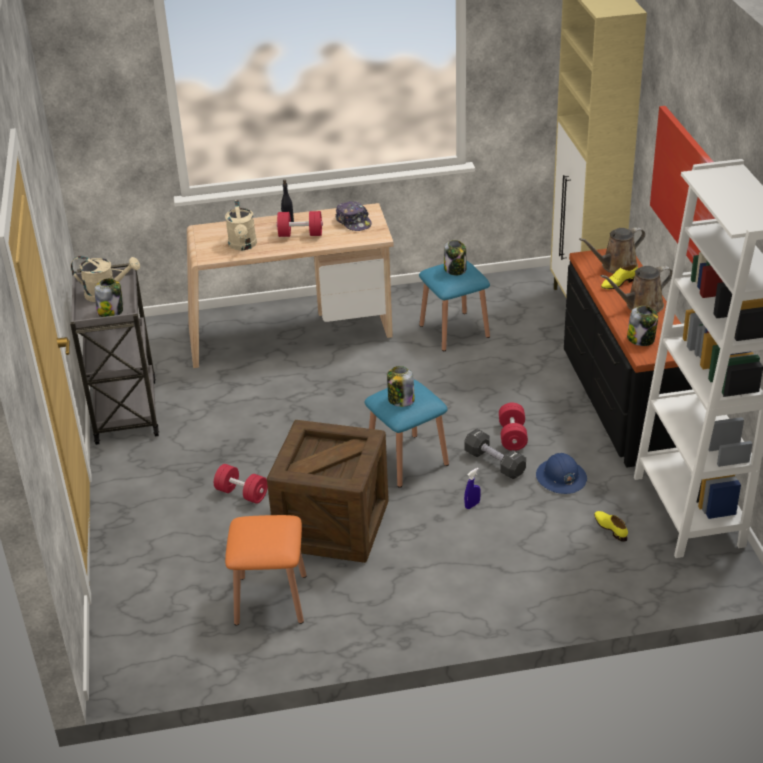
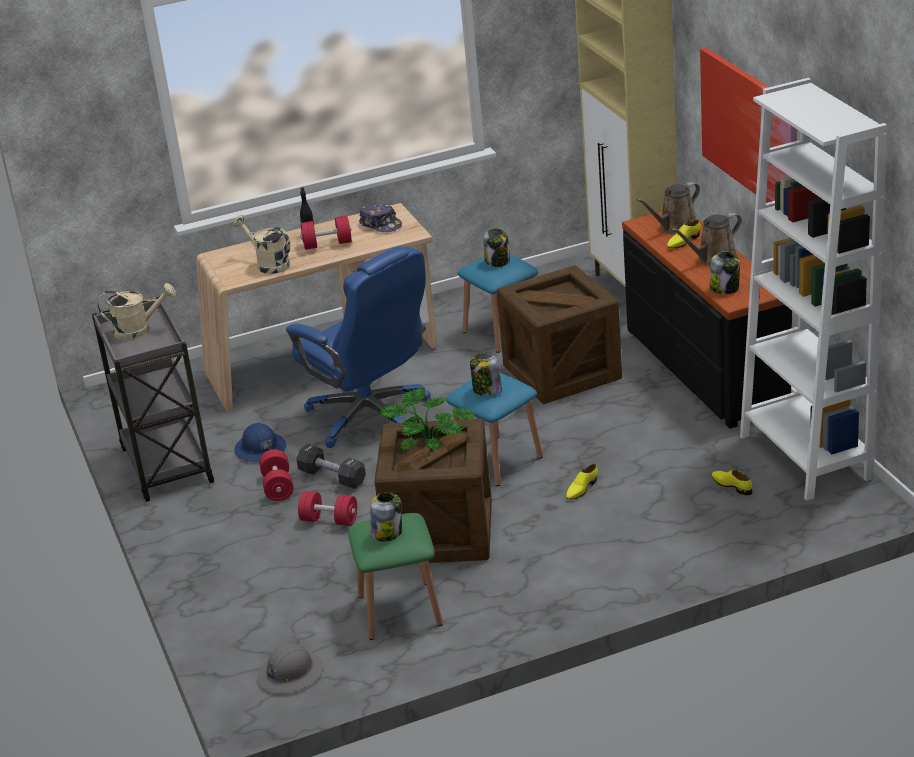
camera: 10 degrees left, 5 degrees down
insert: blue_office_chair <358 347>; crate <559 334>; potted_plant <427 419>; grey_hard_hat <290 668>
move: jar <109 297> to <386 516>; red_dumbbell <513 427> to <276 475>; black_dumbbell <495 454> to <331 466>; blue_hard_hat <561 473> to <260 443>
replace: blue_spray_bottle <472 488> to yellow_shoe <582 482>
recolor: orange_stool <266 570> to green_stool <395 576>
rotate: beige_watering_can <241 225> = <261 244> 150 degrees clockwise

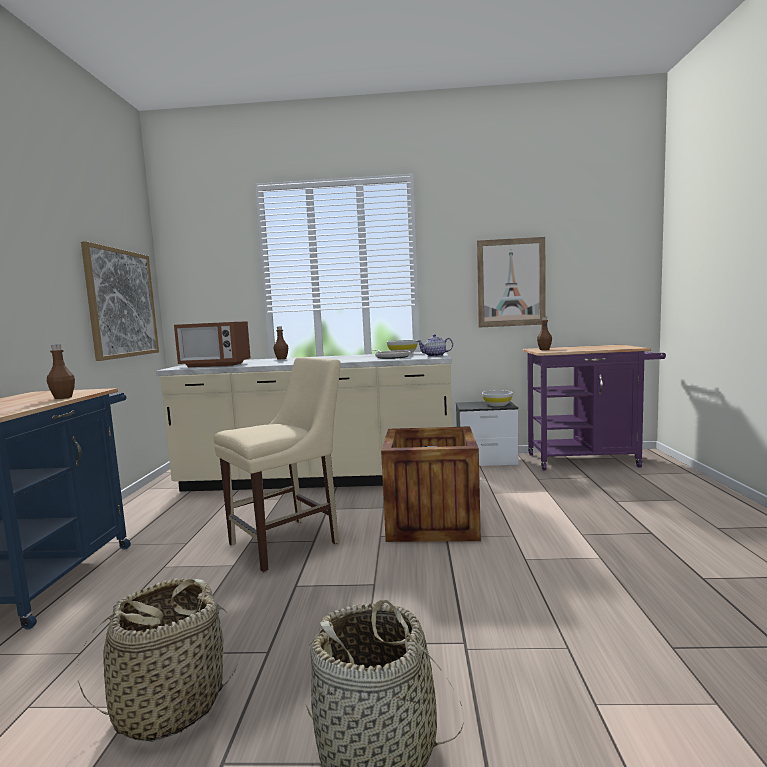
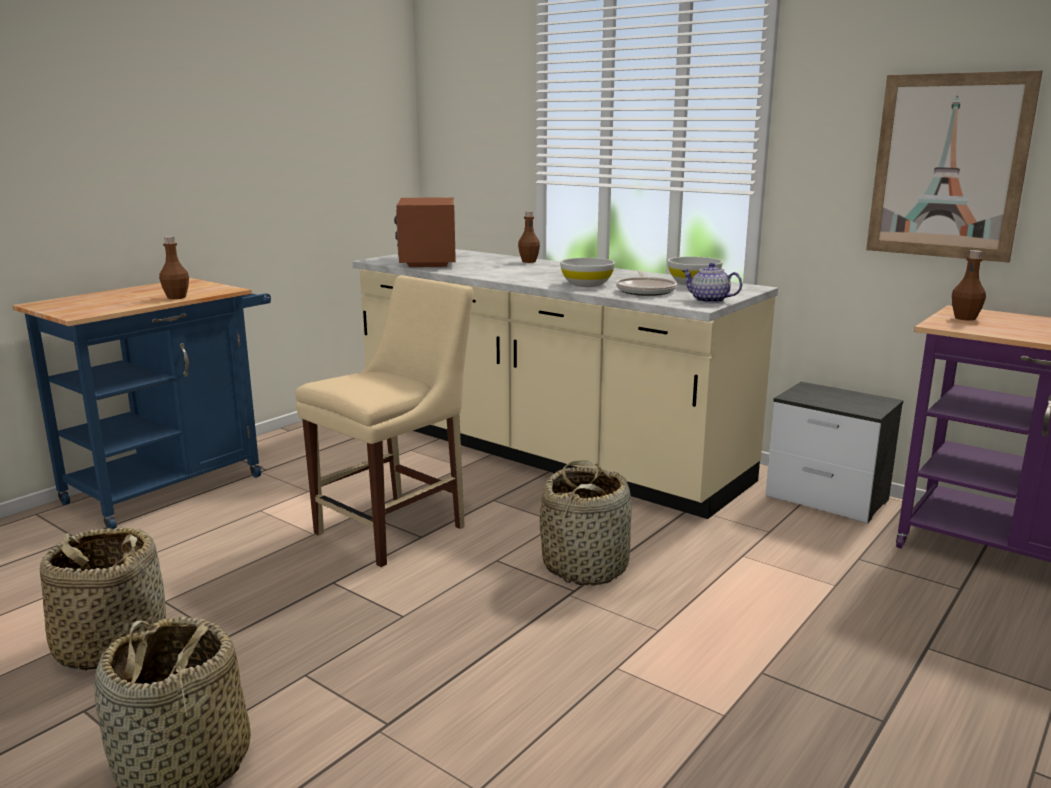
camera: 35 degrees right, 10 degrees up
delete: picture <120 301>
move: white_bowl <497 398> to <587 272>
replace: crate <431 484> to basket <586 523>
rotate: microwave <212 344> = <425 232> 45 degrees clockwise; beige_chair <277 464> = <385 421> 45 degrees counterclockwise

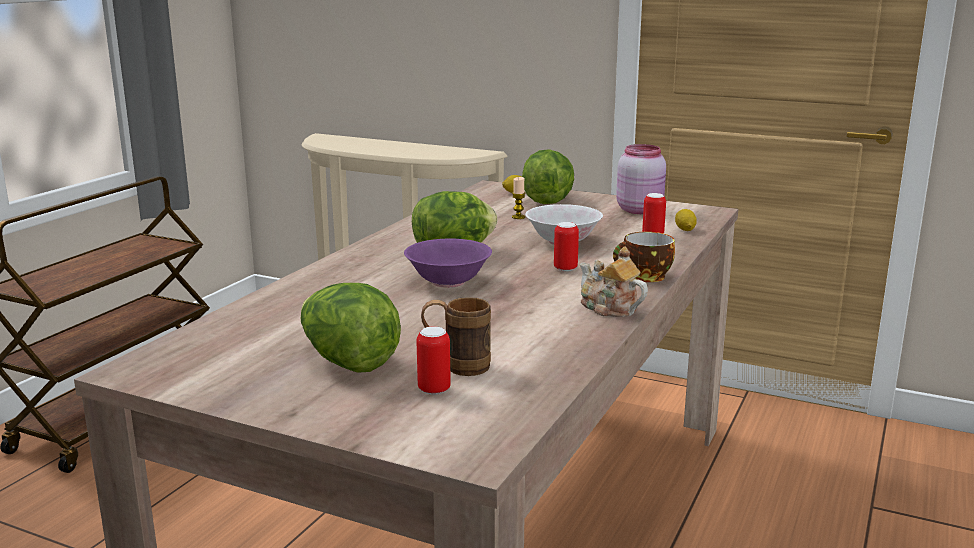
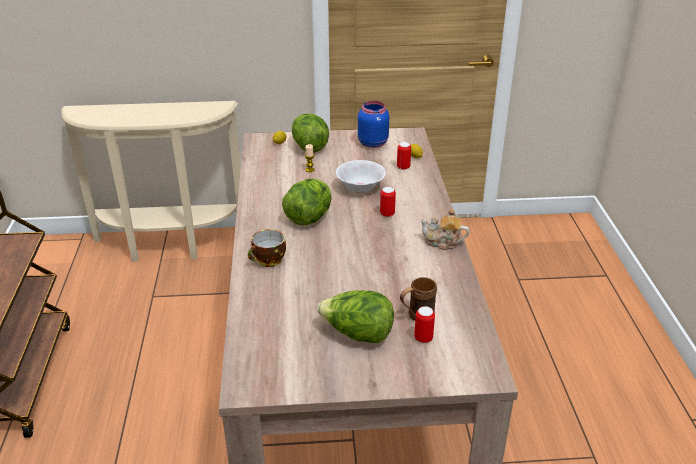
camera: 30 degrees left, 15 degrees up
delete: purple_bowl <448 263>
move: cup <644 257> to <267 248>
recolor: pink_jar <641 179> to blue_jar <373 124>

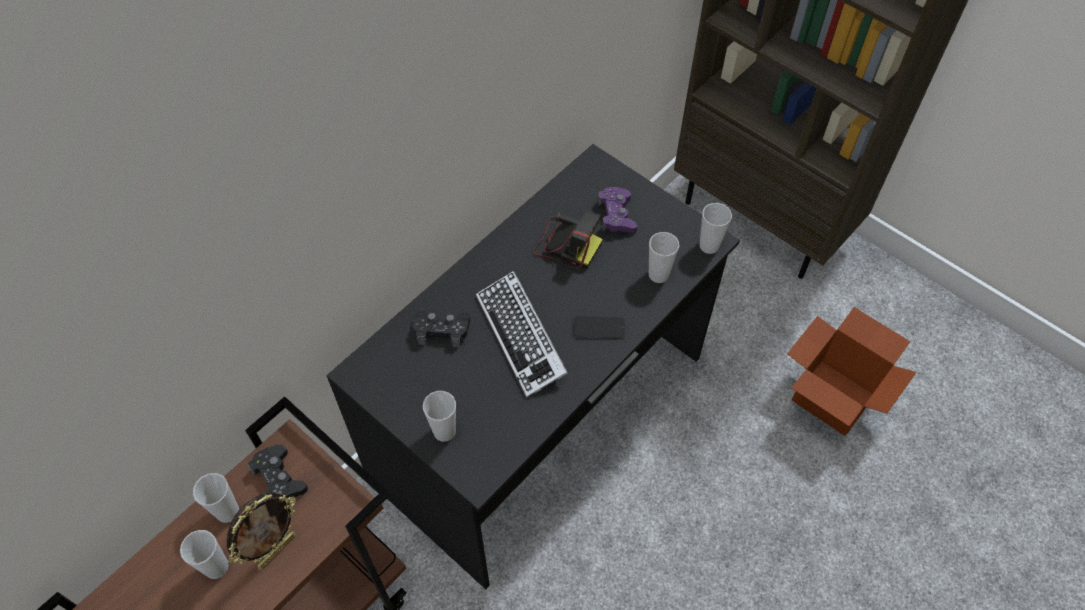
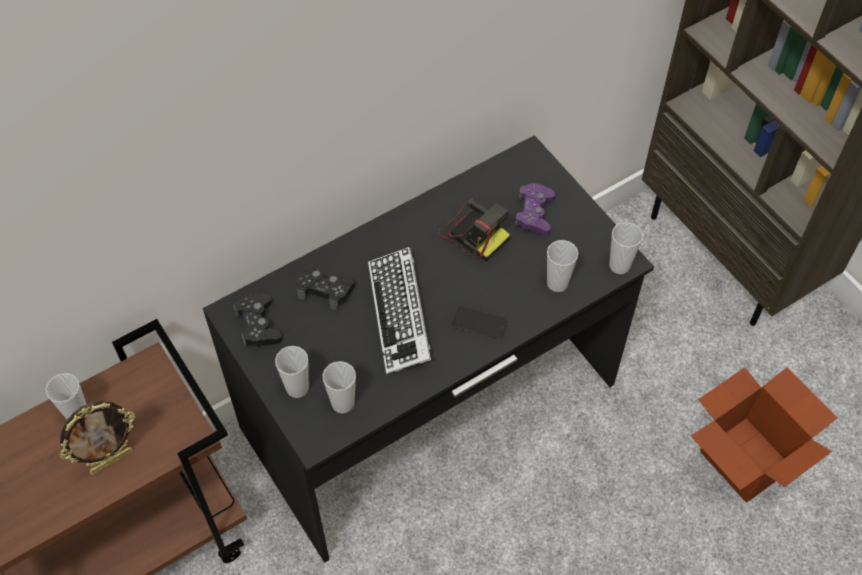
camera: 15 degrees right, 0 degrees up
move: black_game_controller <278 471> to <258 320>; cup <204 554> to <339 387>

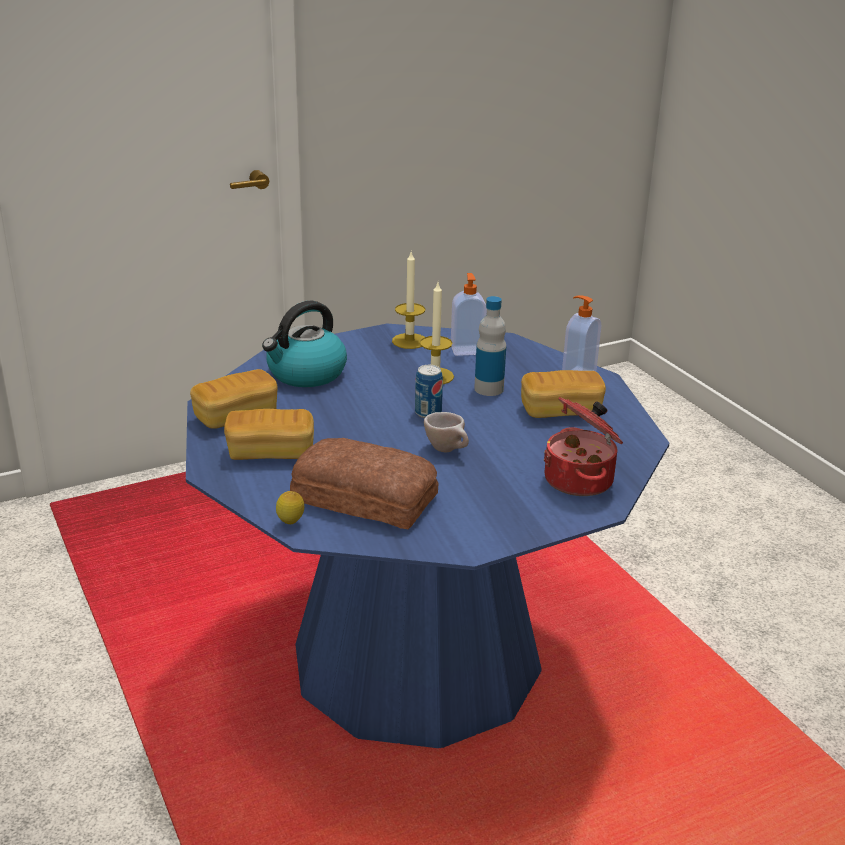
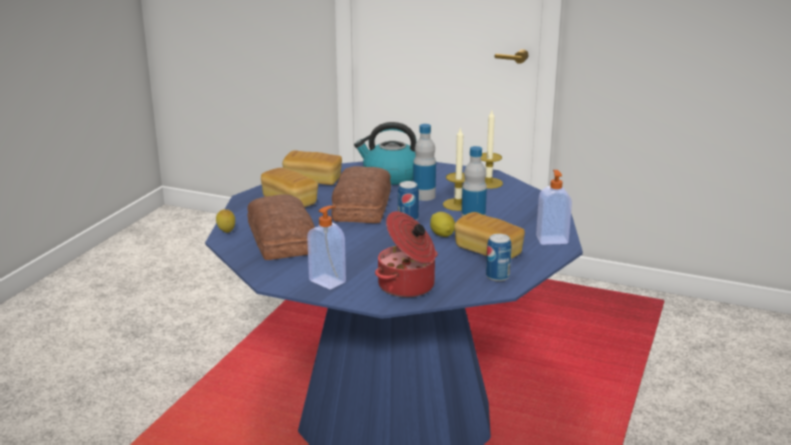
camera: 50 degrees right, 5 degrees down
delete: beige_cup <446 432>
insert: bottle <424 162>; bread <361 194>; lemon <442 224>; can <498 257>
move: soap_dispenser <469 314> to <326 248>

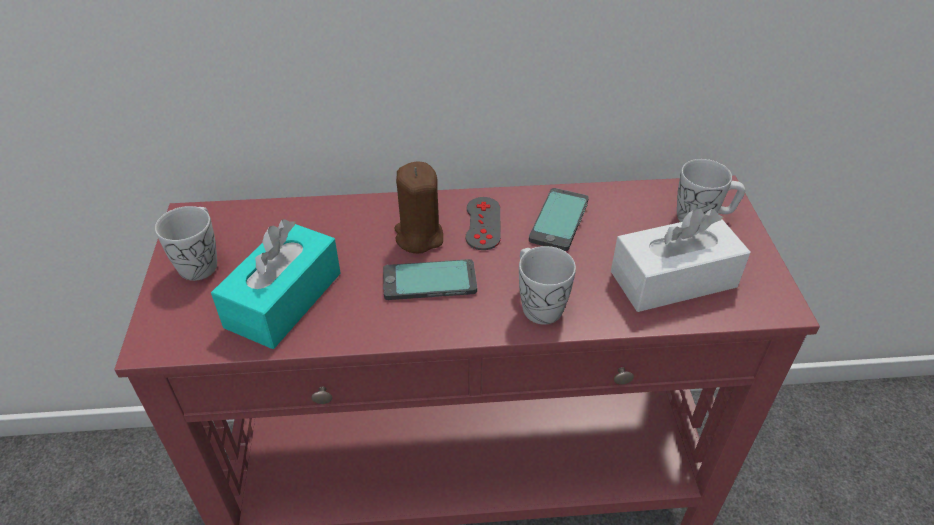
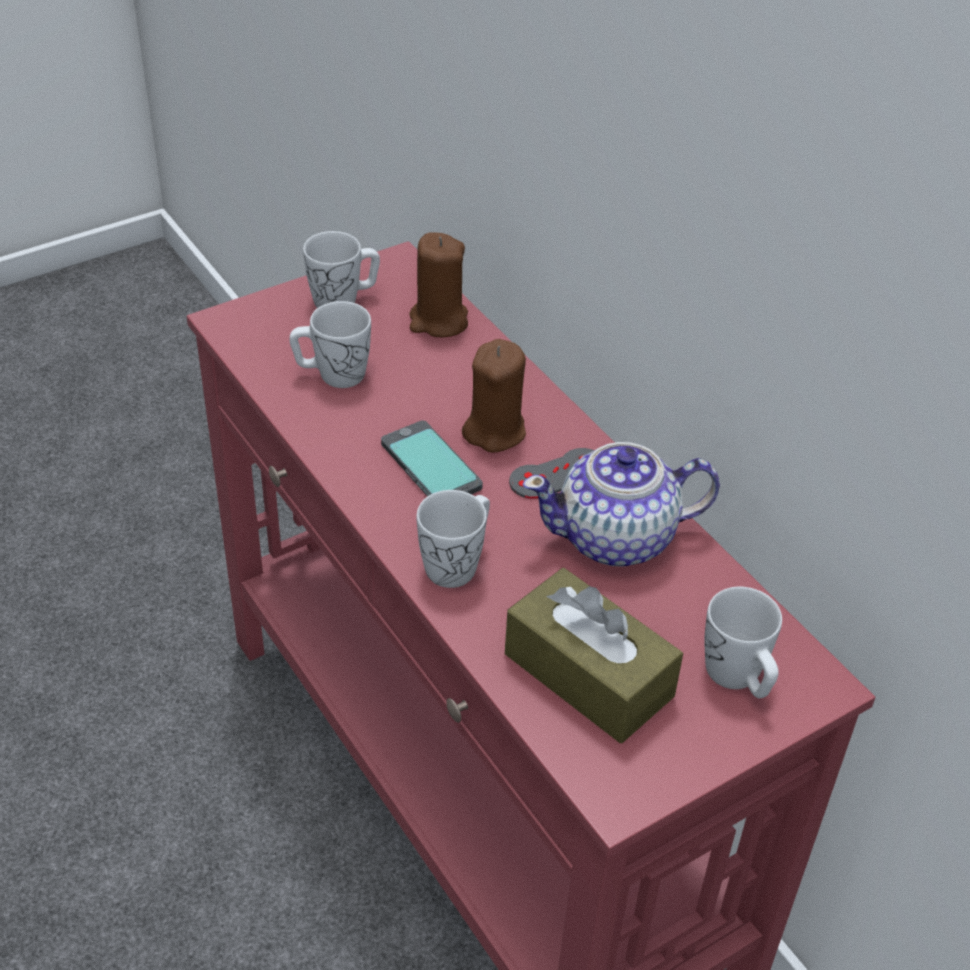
camera: 60 degrees right, 0 degrees up
insert: brown_candle <438 284>
replace: phone <559 219> to teapot <621 504>; turquoise_tissue_box <276 284> to white_mug <330 344>
recolor: white_tissue_box <680 260> to brown_tissue_box <594 655>

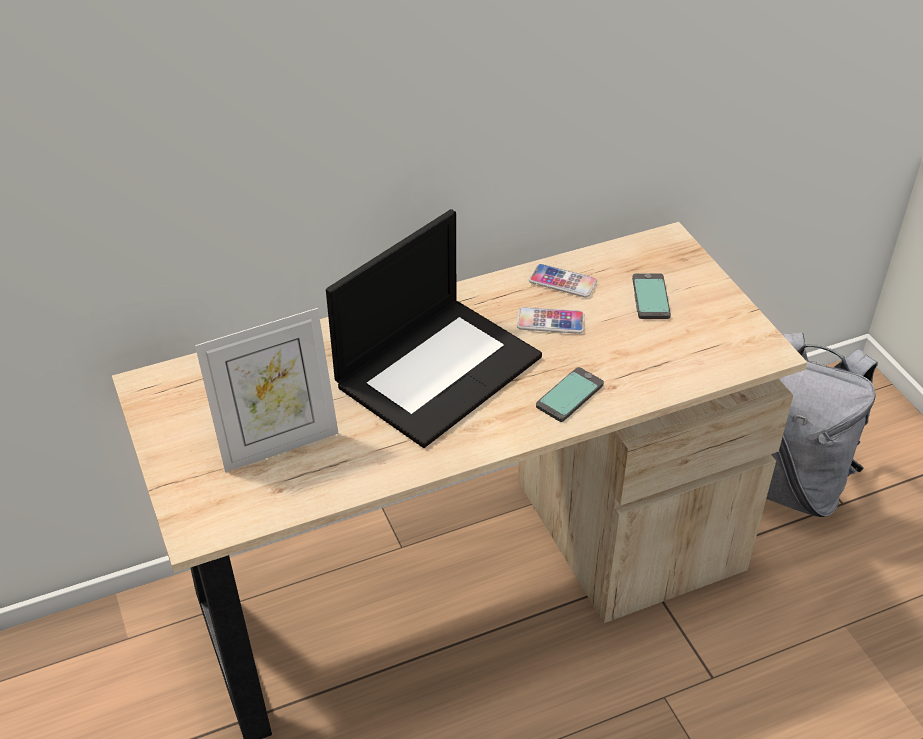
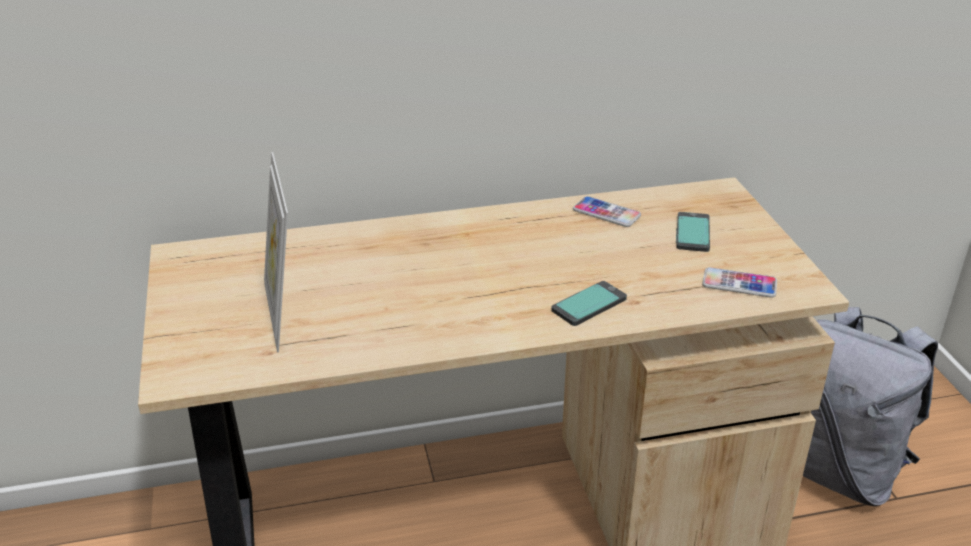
camera: 10 degrees right, 10 degrees down
delete: laptop <434 328>
move: phone <551 320> to <739 282>
rotate: picture_frame <267 390> = <276 252> 90 degrees clockwise

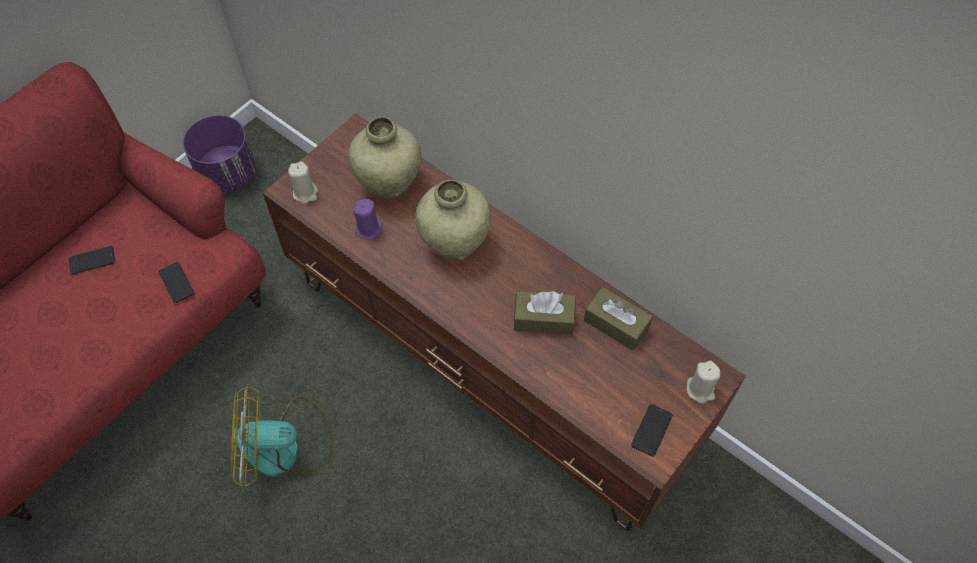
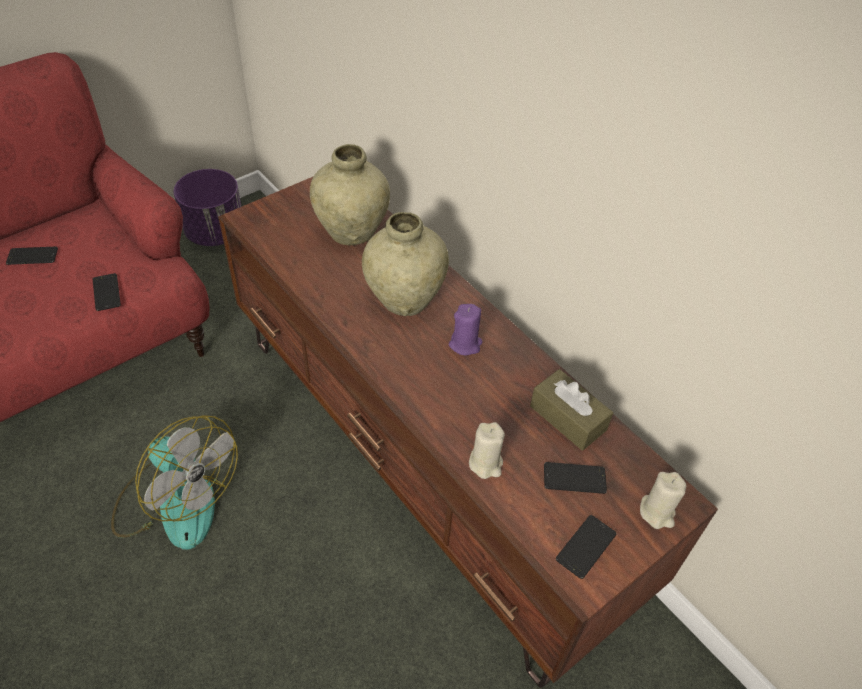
camera: 10 degrees right, 10 degrees down
delete: brown_tissue_box <545 313>
insert: phone <575 478>
move: beige_candle <303 182> to <487 450>; purple_candle <368 219> to <466 330>
rotate: fan <282 435> = <174 482> 150 degrees counterclockwise

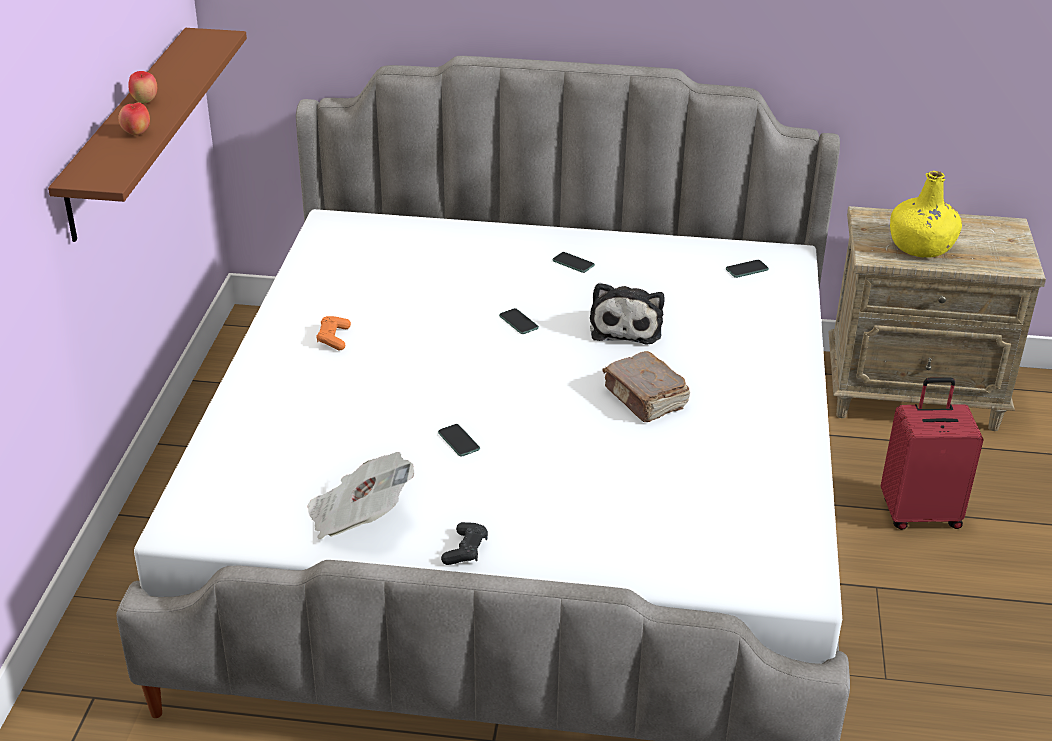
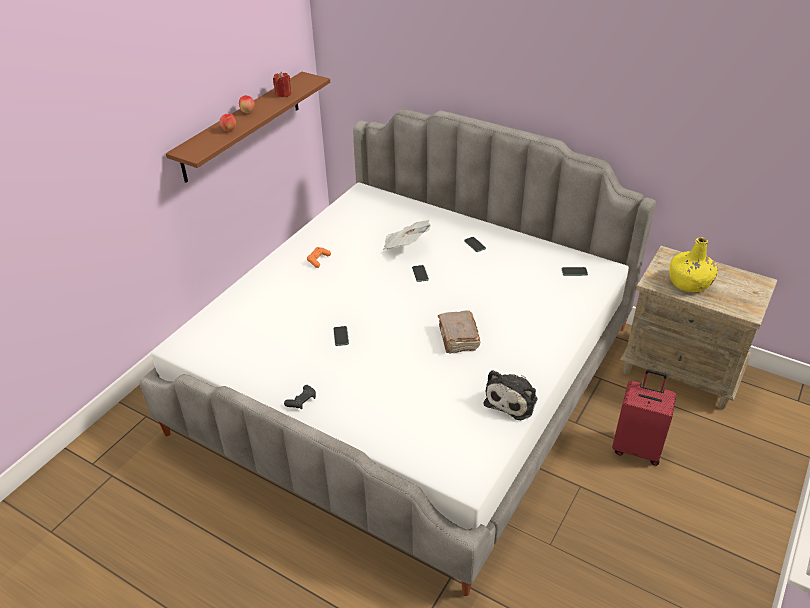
camera: 25 degrees right, 5 degrees up
insert: red_candle <282 84>
move: plush_toy <627 314> to <510 395>; newspaper <360 495> to <407 235>

